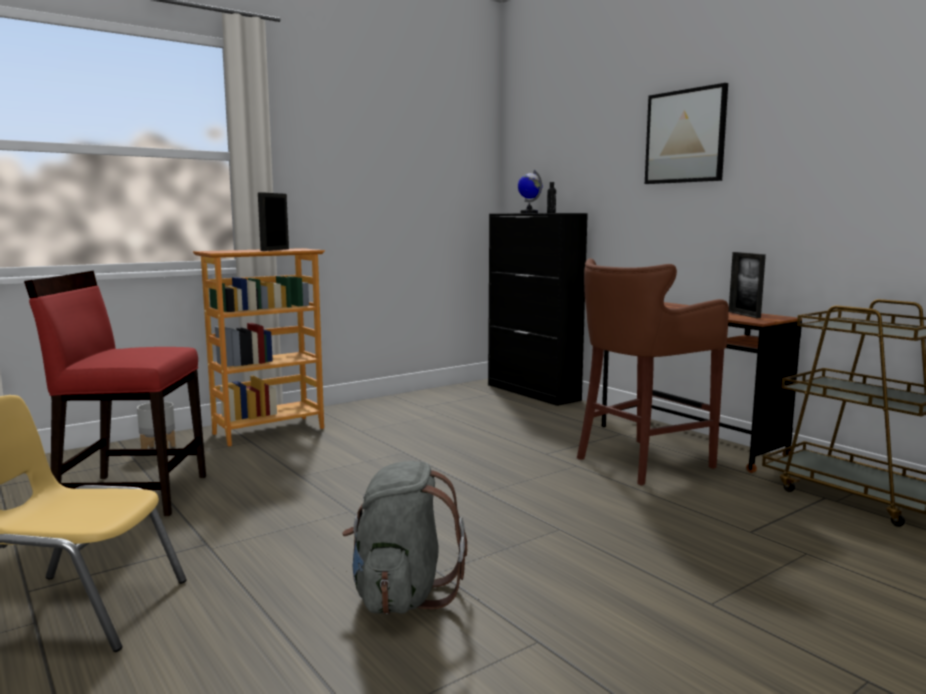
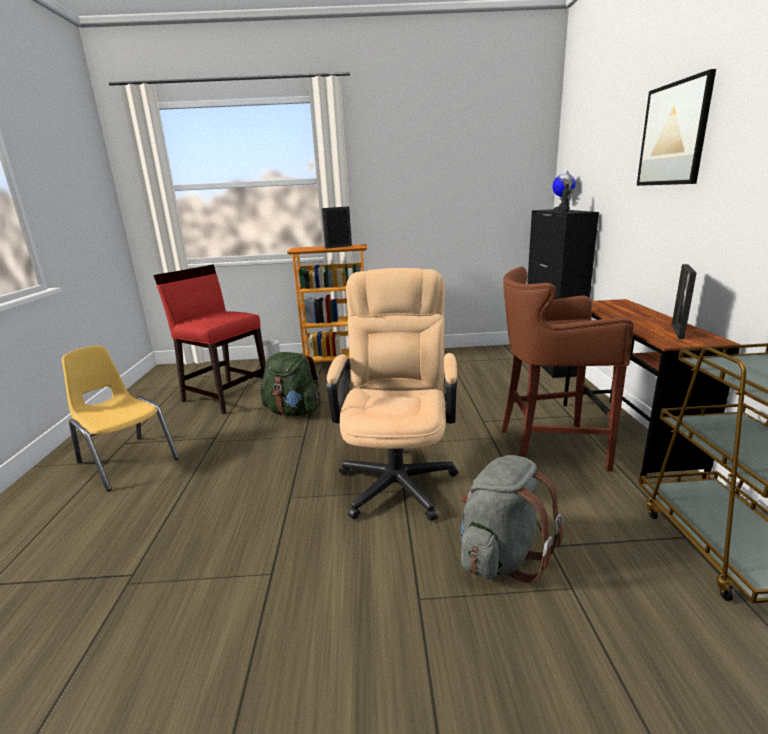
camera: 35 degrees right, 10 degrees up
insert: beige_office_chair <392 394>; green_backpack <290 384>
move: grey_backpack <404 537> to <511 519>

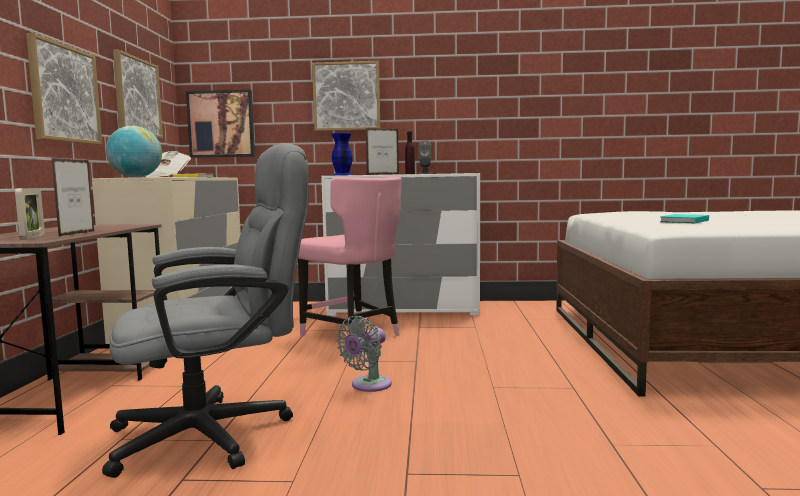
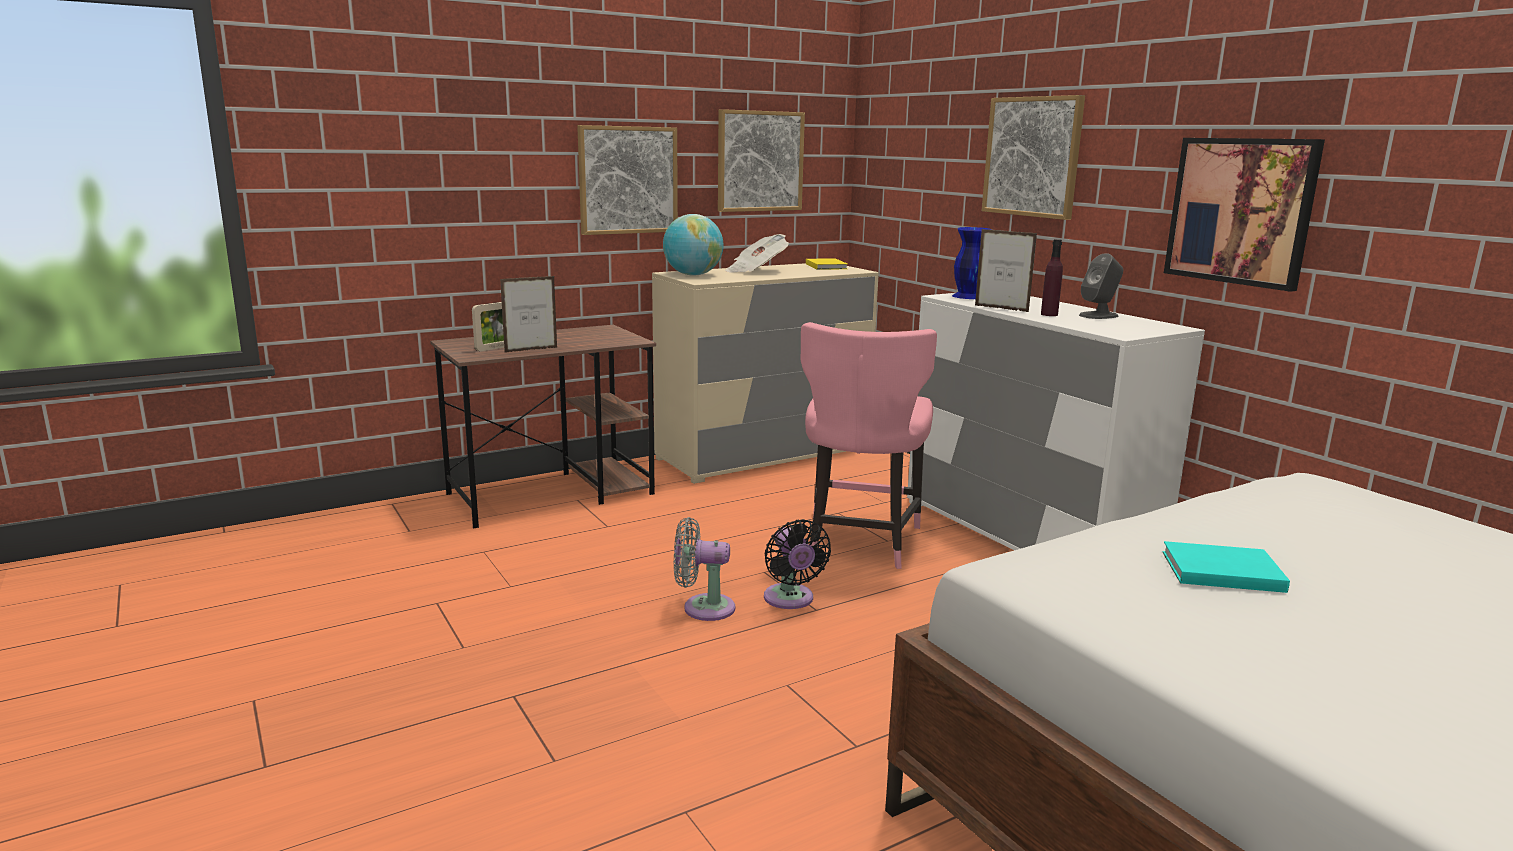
camera: 55 degrees right, 10 degrees up
delete: grey_office_chair <205 310>
insert: black_fan <797 564>
move: picture <220 124> to <1244 215>

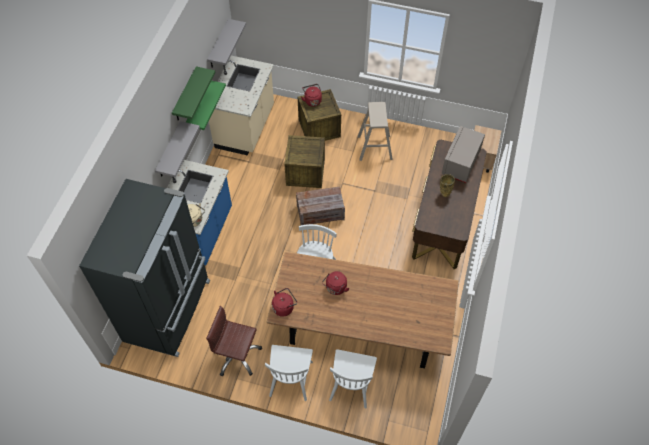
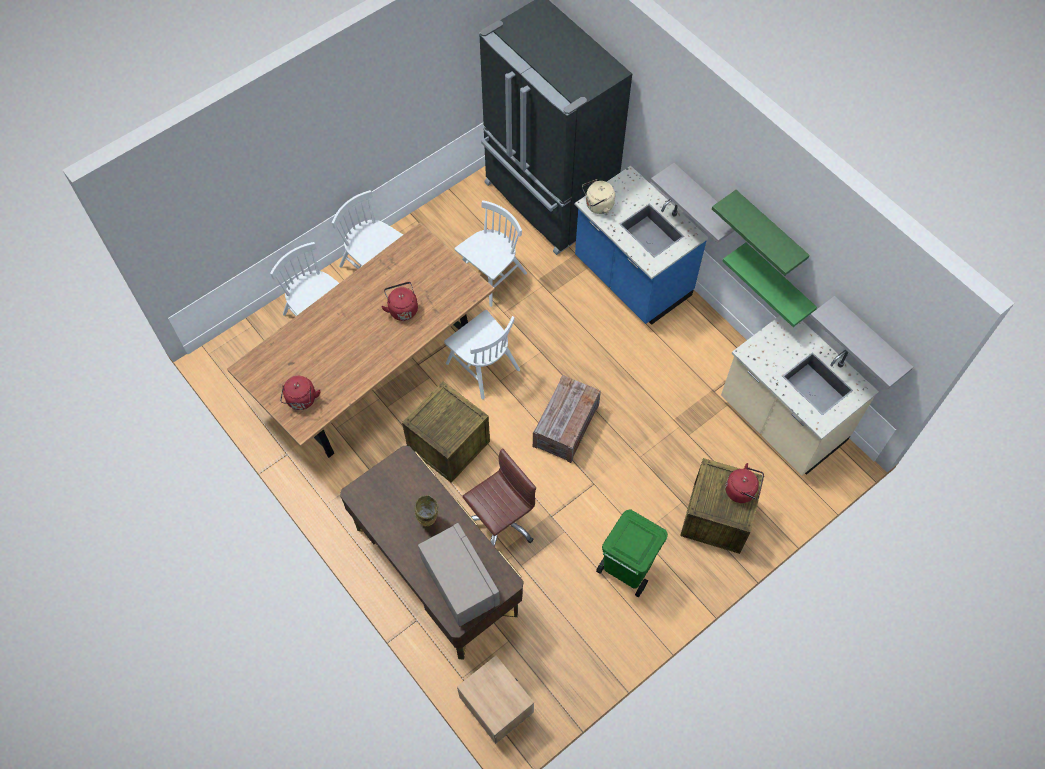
camera: 125 degrees right, 5 degrees up
insert: white_chair <491 253>
move: crate <304 161> to <446 432>; red_kettle <284 302> to <300 393>; brown_office_chair <234 341> to <499 497>
replace: beige_stool <375 131> to green_trash_can <632 553>

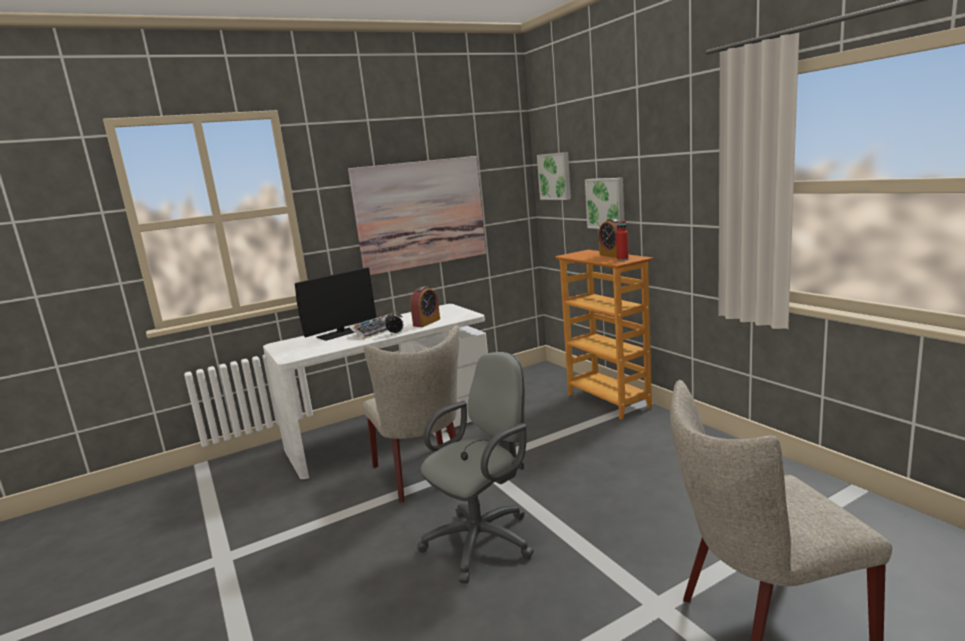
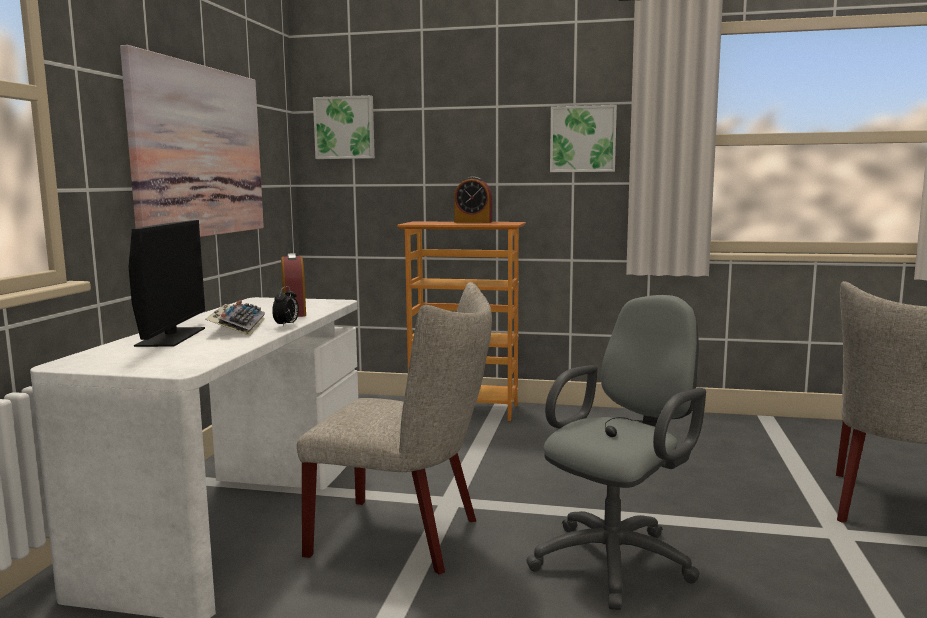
camera: 50 degrees left, 5 degrees down
delete: red_bottle <622 241>
move: picture <604 203> to <583 138>
rotate: grey_office_chair <475 467> = <616 452> 45 degrees clockwise

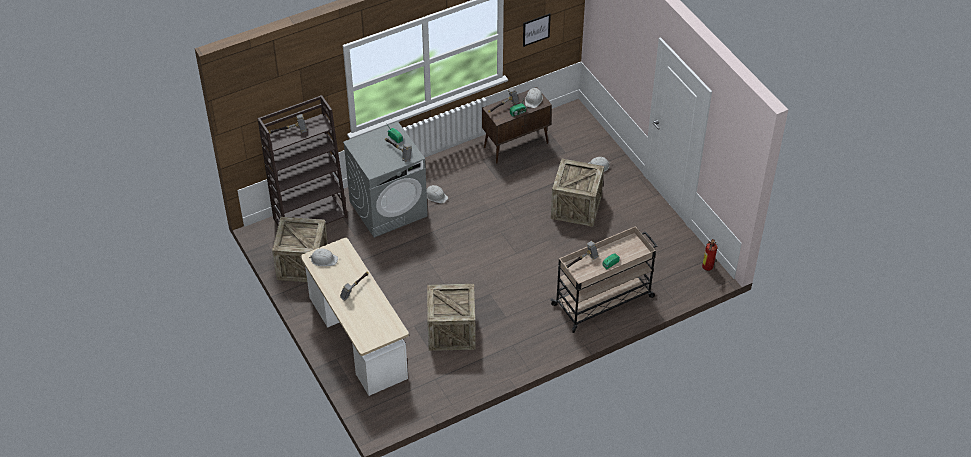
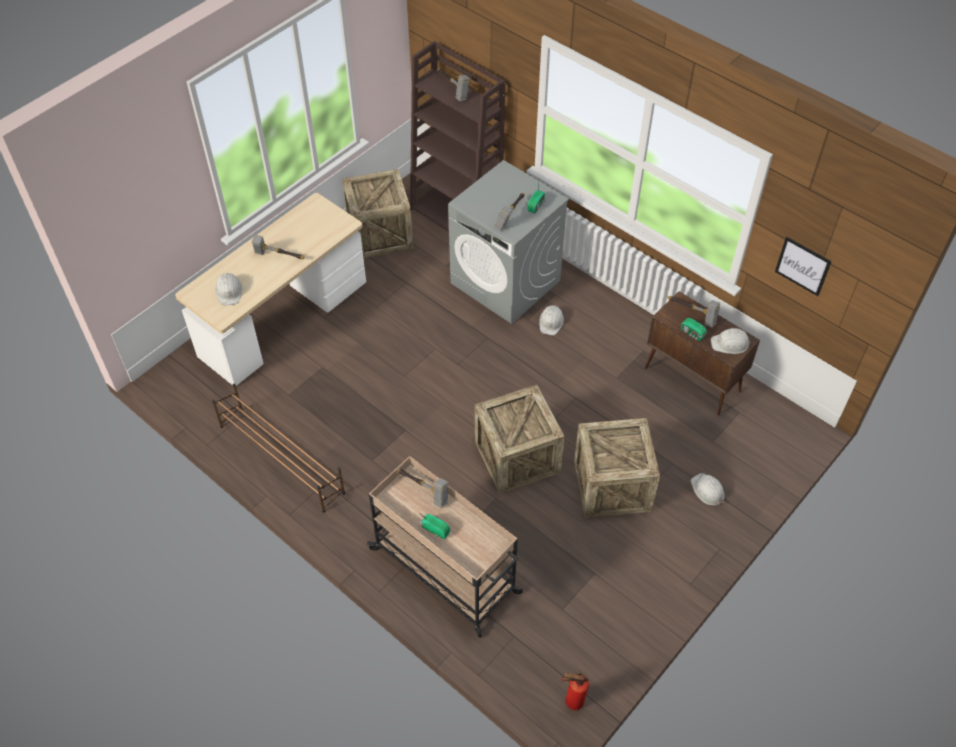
camera: 70 degrees right, 5 degrees up
insert: brown_shoe_rack <278 448>
move: white_hard_hat <323 257> to <228 289>; crate <451 317> to <520 439>

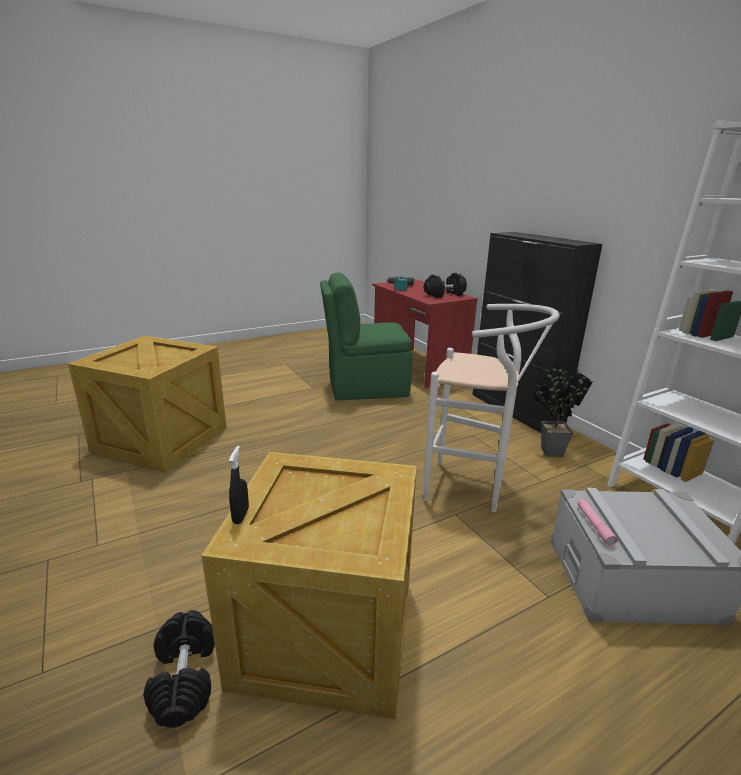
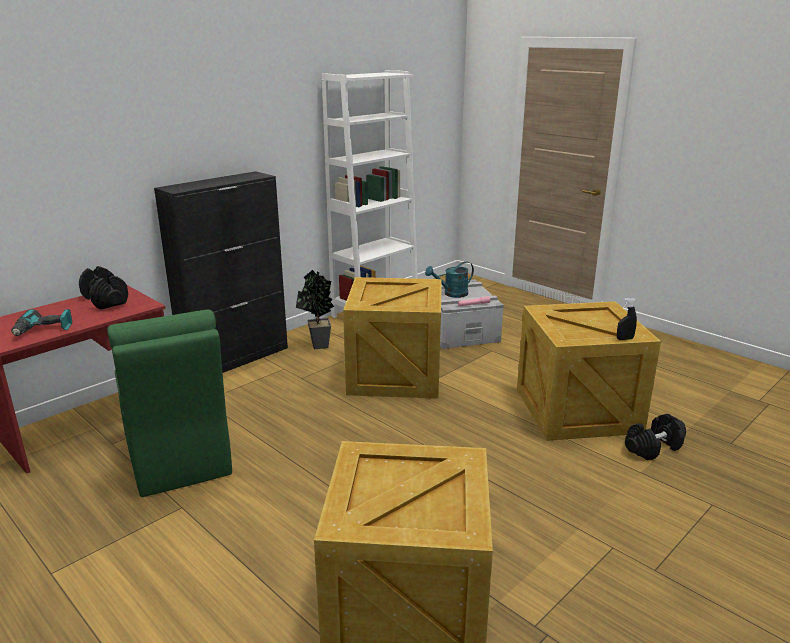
camera: 105 degrees left, 0 degrees up
insert: turquoise_watering_can <449 280>
replace: white_stool <491 408> to crate <392 338>

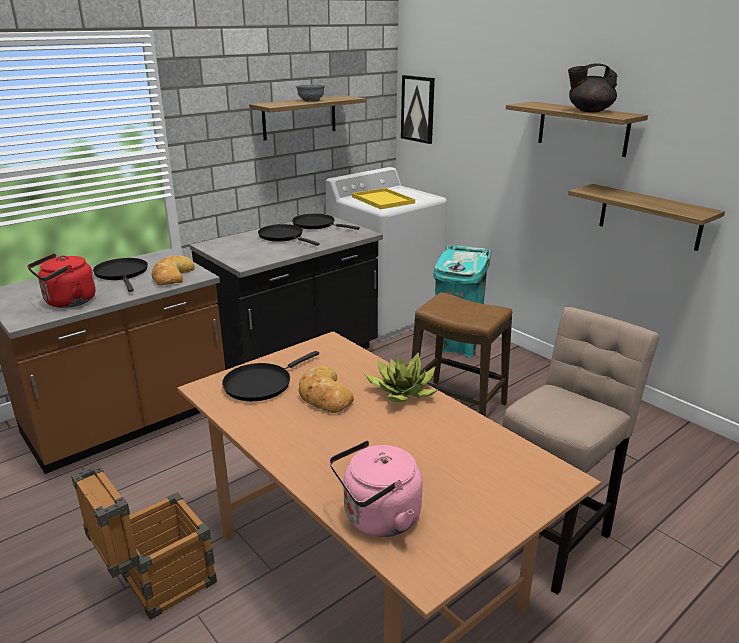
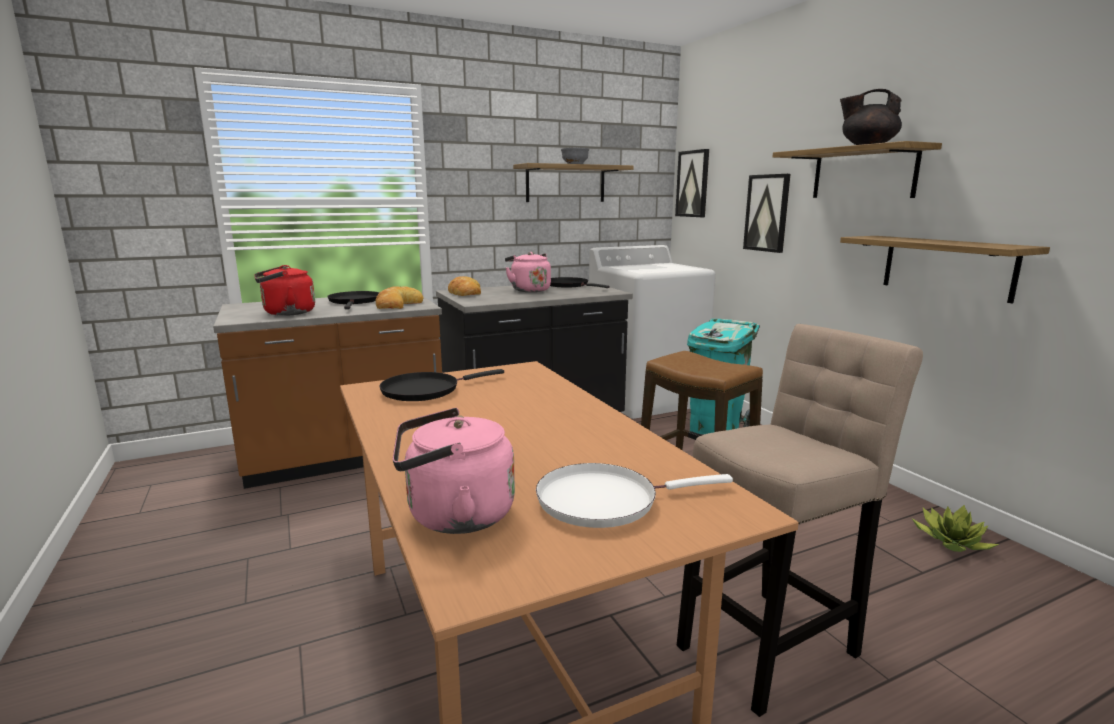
camera: 15 degrees right, 10 degrees down
delete: yellow_tray <383 198>; crate <144 542>
insert: picture <767 213>; white_frying_pan <634 495>
move: potted_plant <401 377> to <955 528>; bread <326 389> to <464 286>
replace: black_frying_pan <289 235> to pink_kettle <528 272>

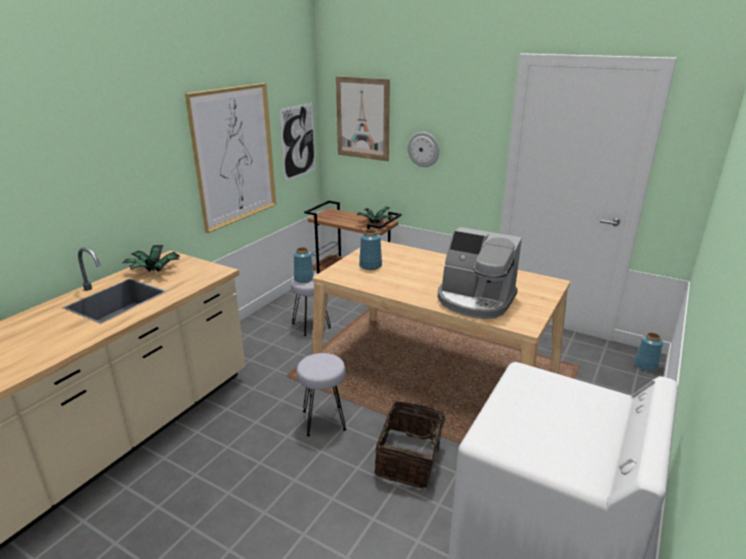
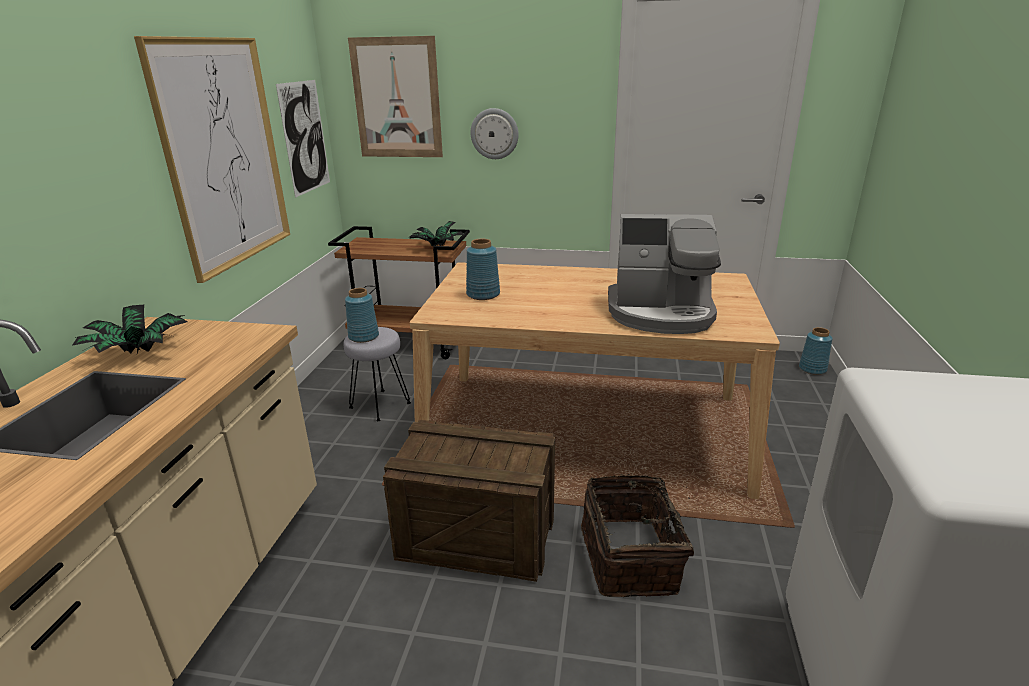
camera: 20 degrees left, 0 degrees up
replace: grey_stool <322 395> to crate <469 501>

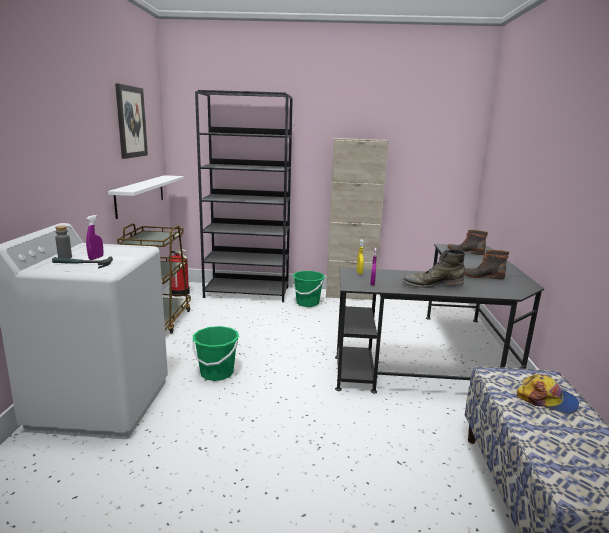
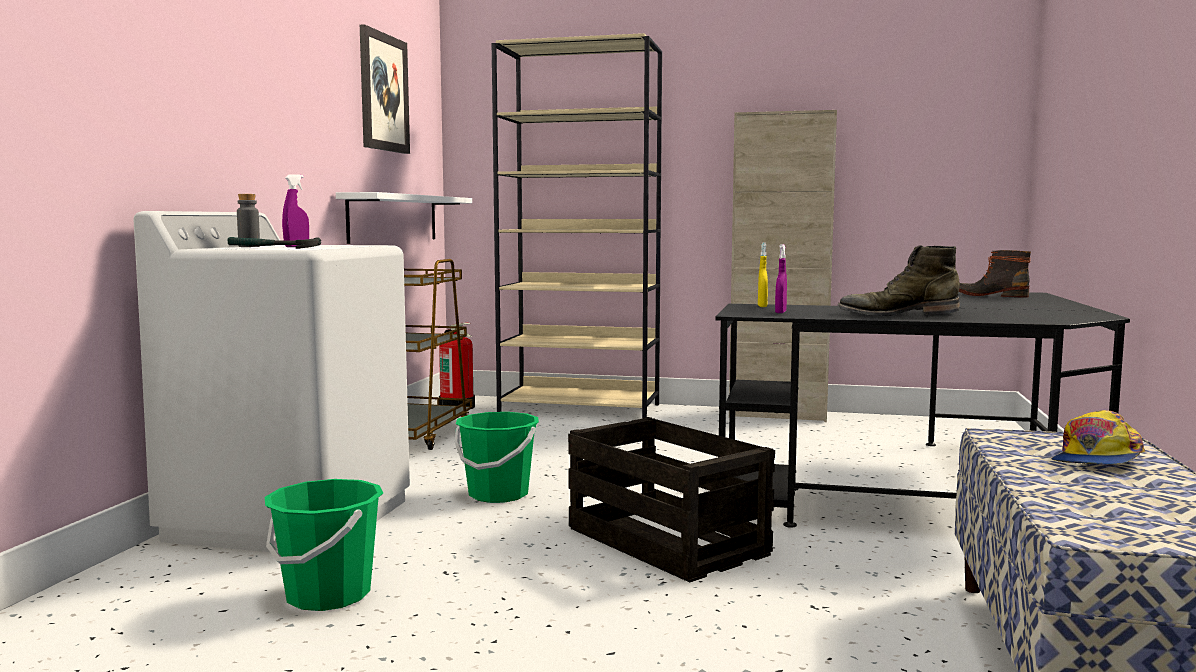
camera: 10 degrees right, 10 degrees down
delete: boot <486 264>
insert: crate <671 500>
move: green_bucket <308 289> to <324 545>
recolor: black_bookcase <244 196> to beige_bookcase <577 226>
rotate: cap <548 394> = <1098 437> 90 degrees clockwise

